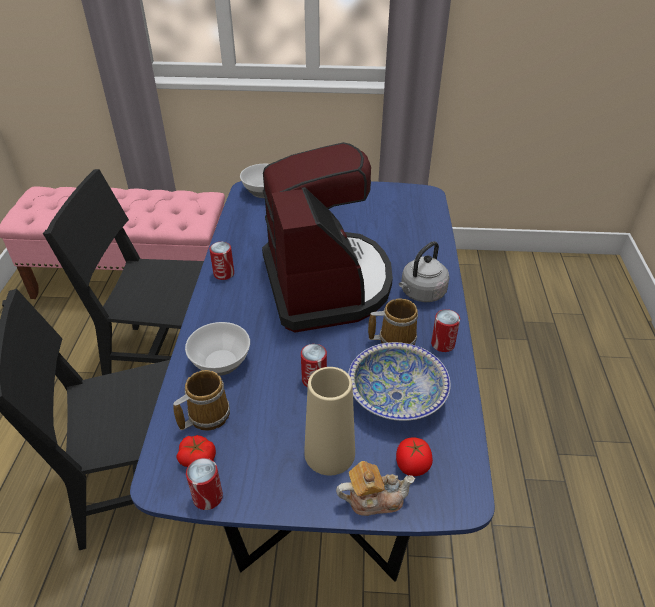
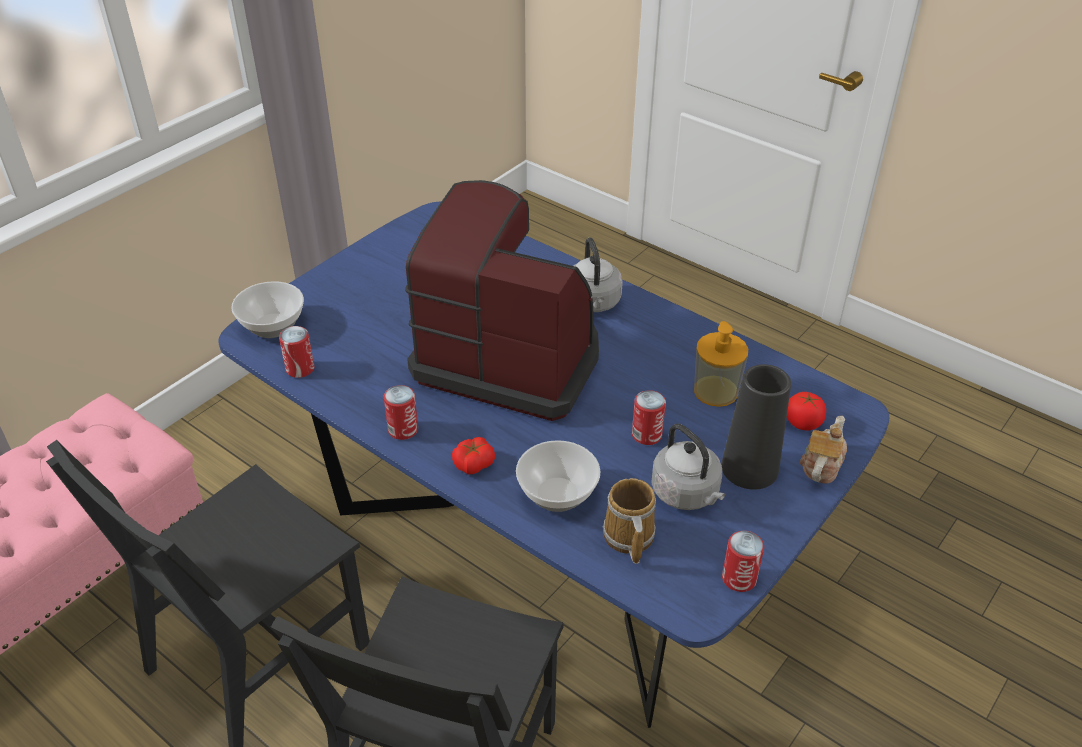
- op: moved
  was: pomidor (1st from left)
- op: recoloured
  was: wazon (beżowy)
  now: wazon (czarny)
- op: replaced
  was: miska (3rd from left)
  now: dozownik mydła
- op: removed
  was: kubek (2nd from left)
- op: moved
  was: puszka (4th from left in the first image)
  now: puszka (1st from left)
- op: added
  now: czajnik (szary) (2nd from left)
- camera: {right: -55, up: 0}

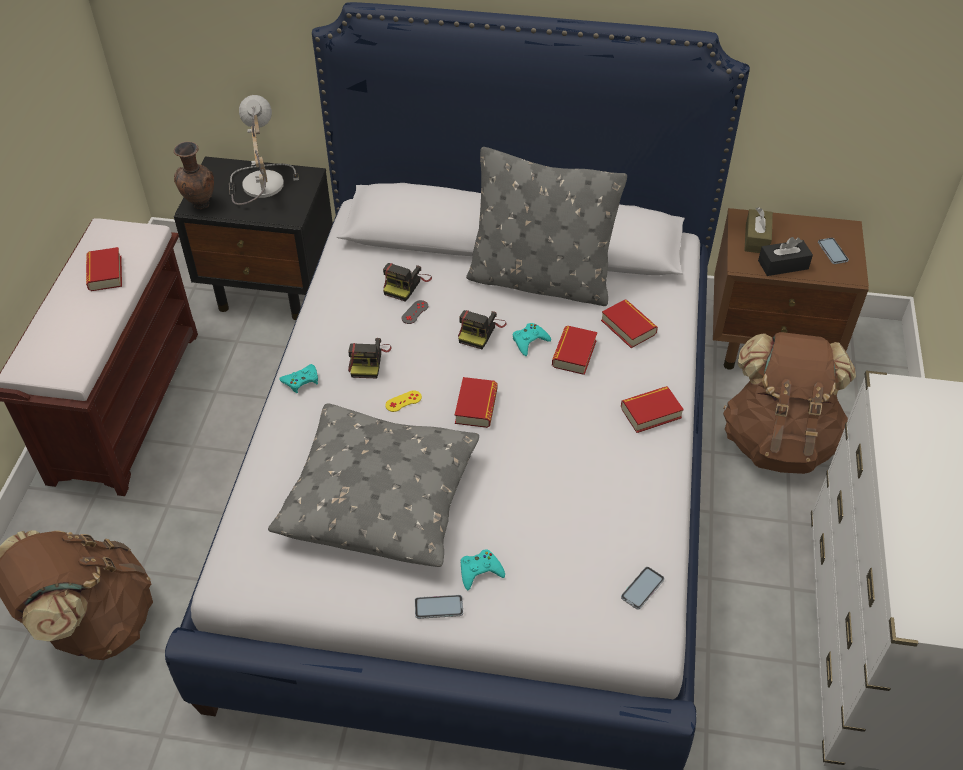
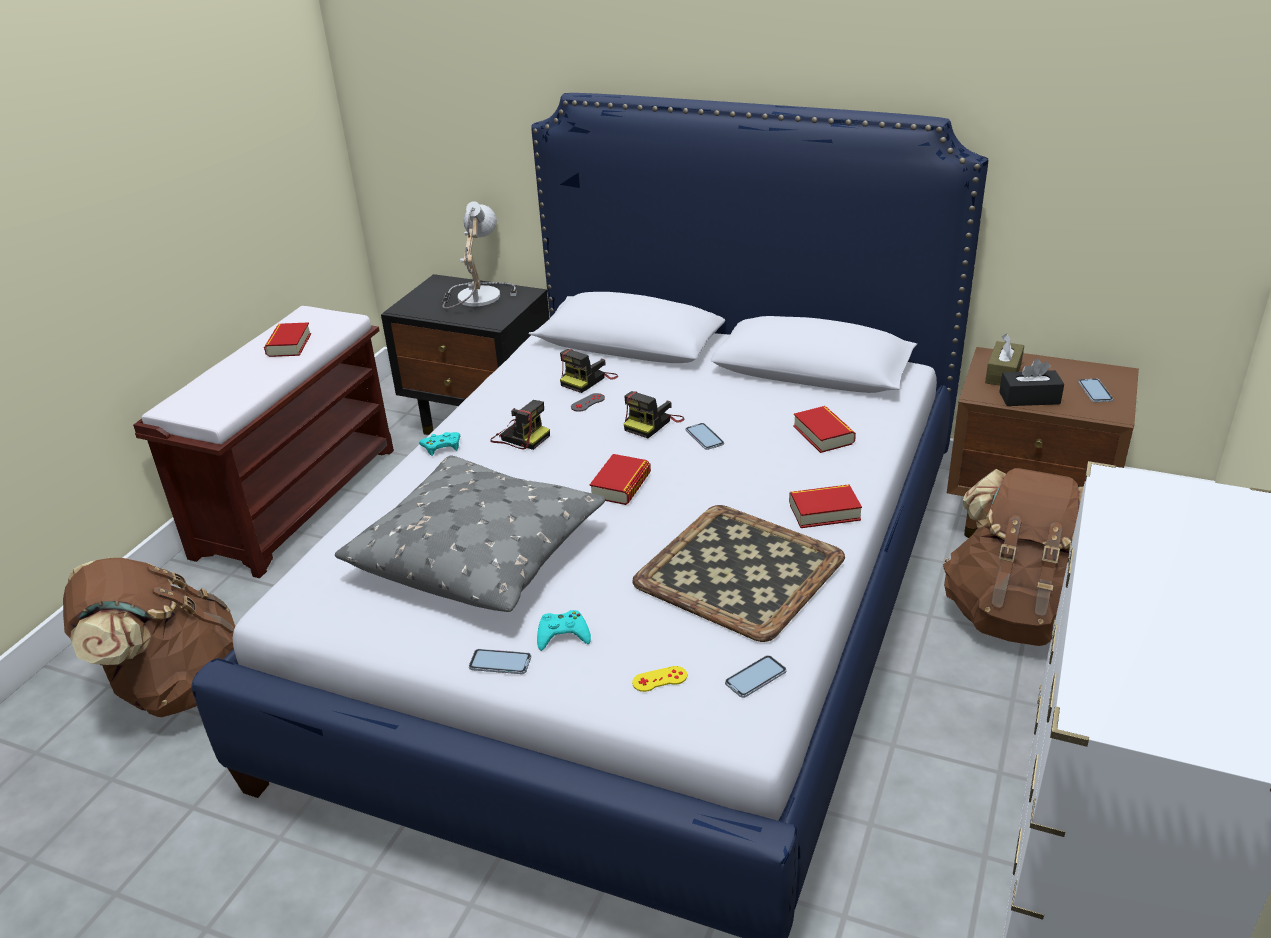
- op: removed
  was: wazon (brązowy)
- op: turned
  was: aparat fotograficzny (1st from left)
  clockwise: -75
- op: moved
  was: pad do gier (żółty)
- op: removed
  was: poduszka (szary) (2nd from left)
- op: replaced
  was: pad do gier (turkusowy) (3rd from left)
  now: telefon (2nd from left)
- op: removed
  was: książka (3rd from left)
- op: added
  now: taca
- camera: {right: 15, up: -15}

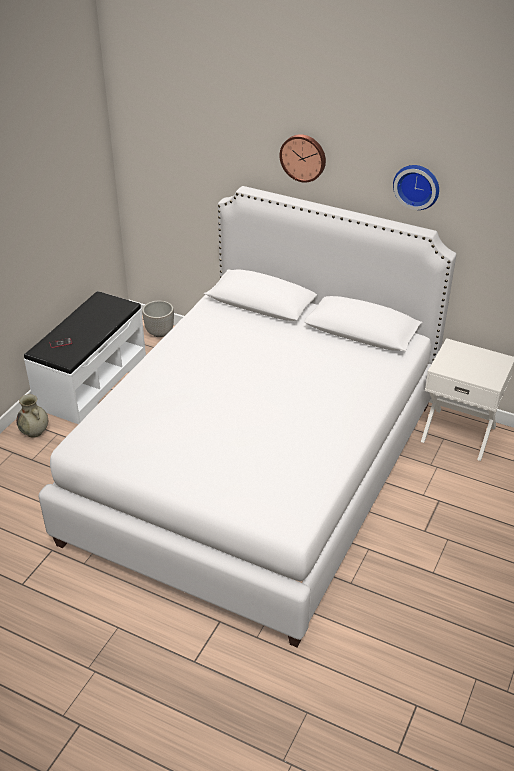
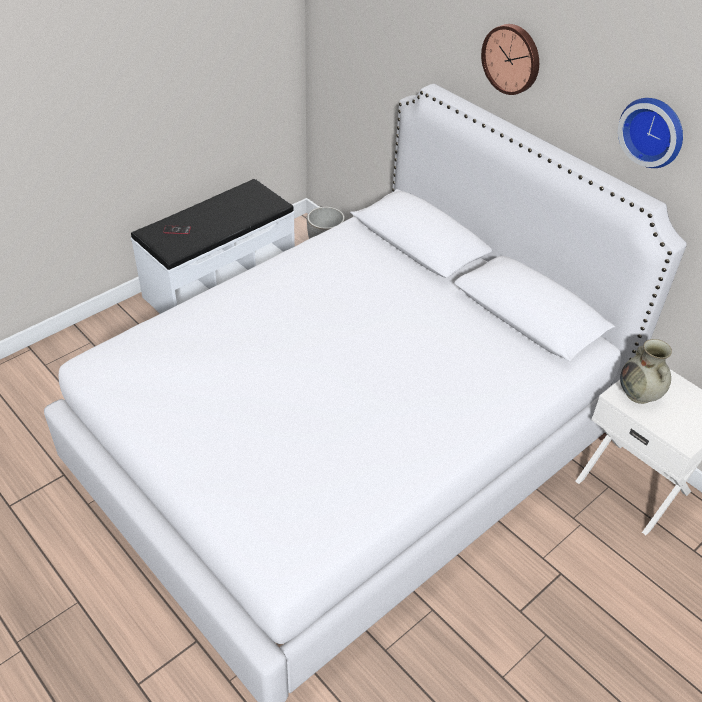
- op: moved
  was: wazon (beżowy)
- camera: {right: 20, up: 5}

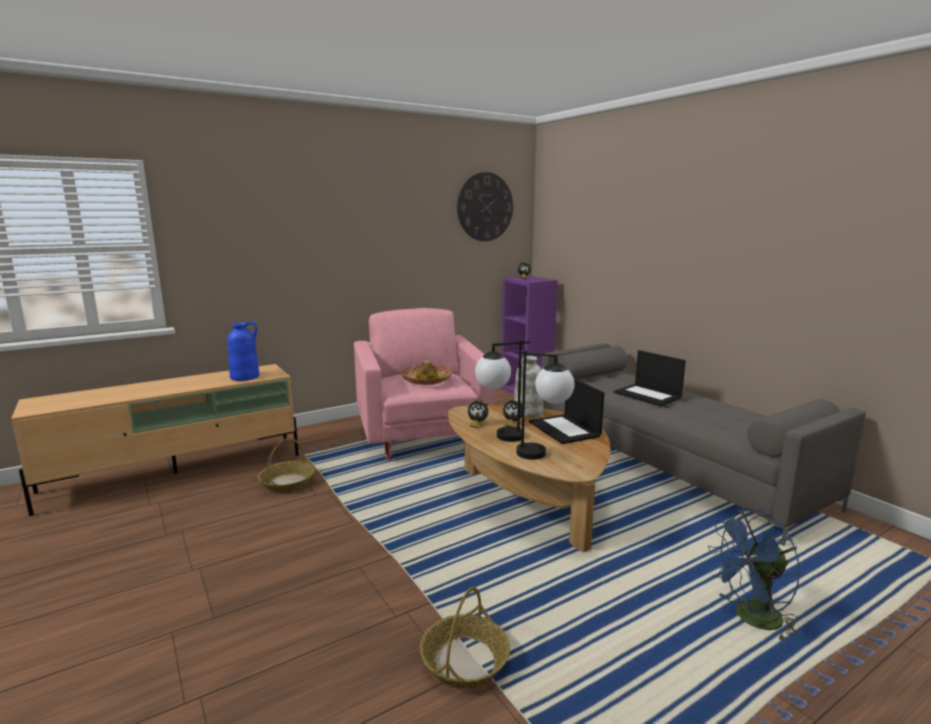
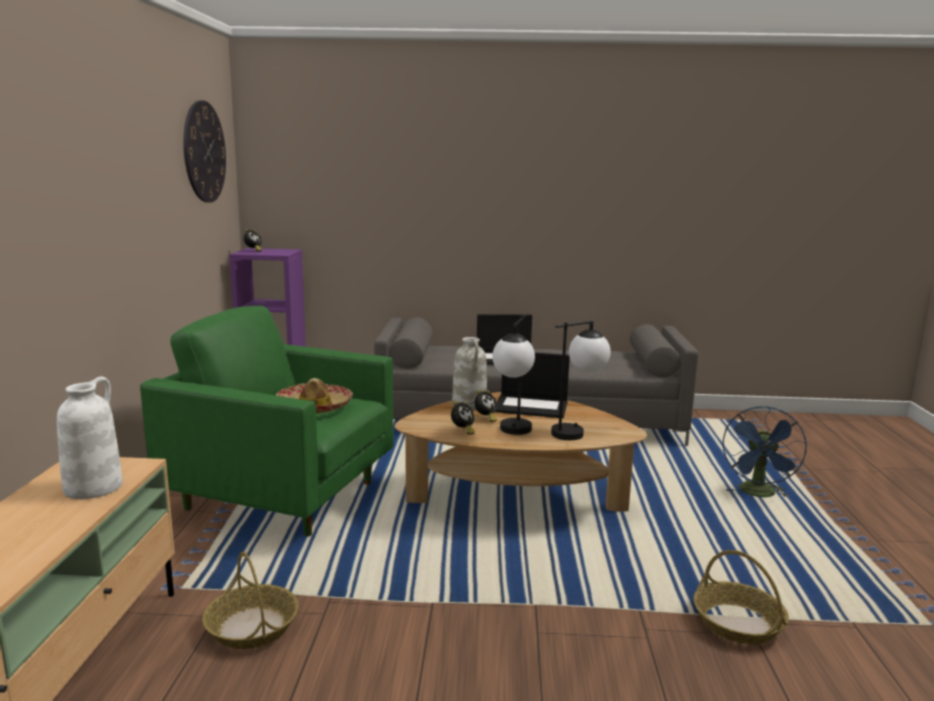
- op: recoloured
  was: wazon (niebieski)
  now: wazon (biały) (1st from left)
- op: recoloured
  was: fotel (różowy)
  now: fotel (zielony)
- camera: {right: -55, up: 0}

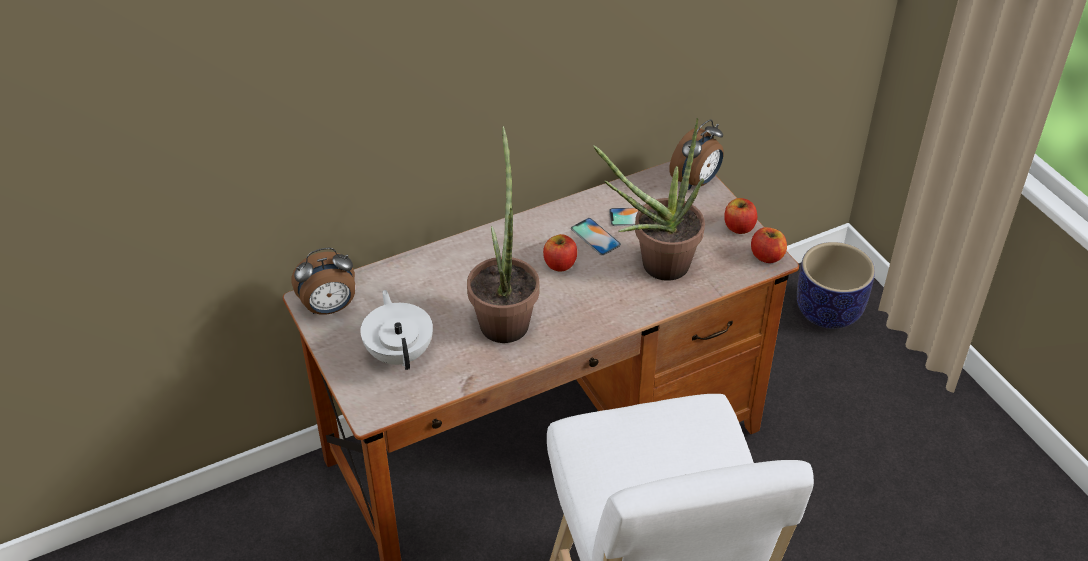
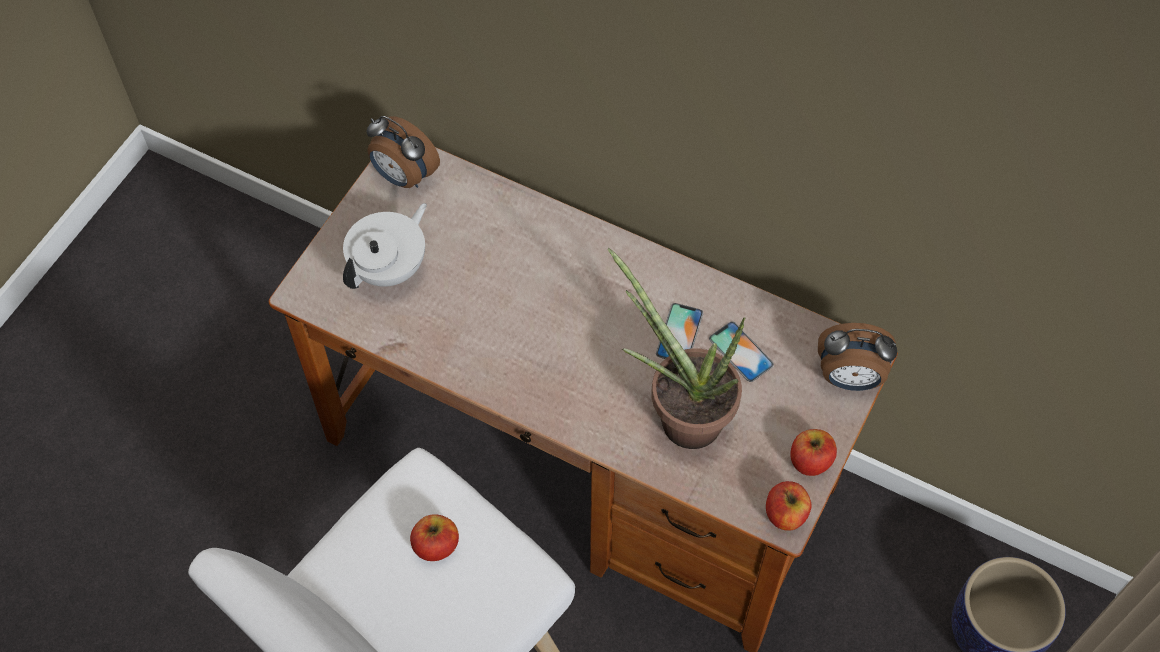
- op: removed
  was: roślina doniczkowa (1st from left)
- op: moved
  was: jabłko (1st from left)
- camera: {right: 55, up: 15}

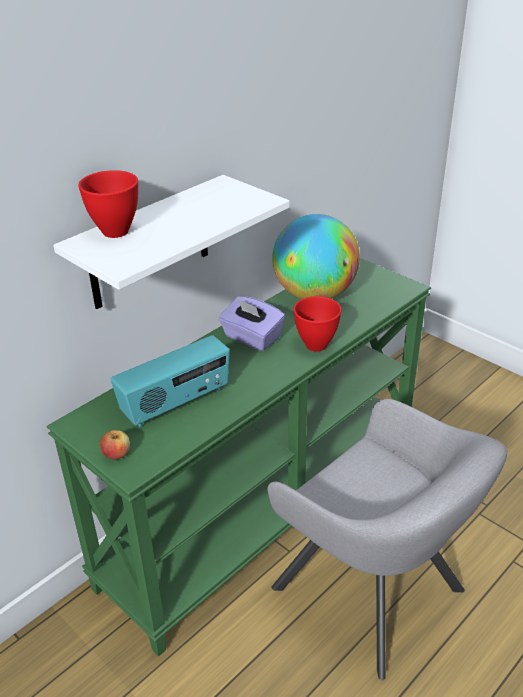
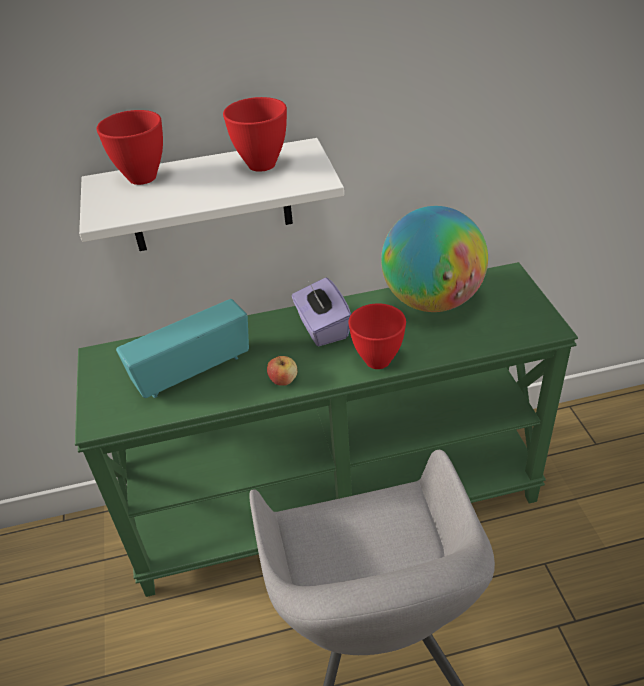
- op: moved
  was: jabłko
- op: turned
  was: radio
  clockwise: 150
- op: added
  now: miska (czerwony) (2nd from left)
- camera: {right: 35, up: 5}

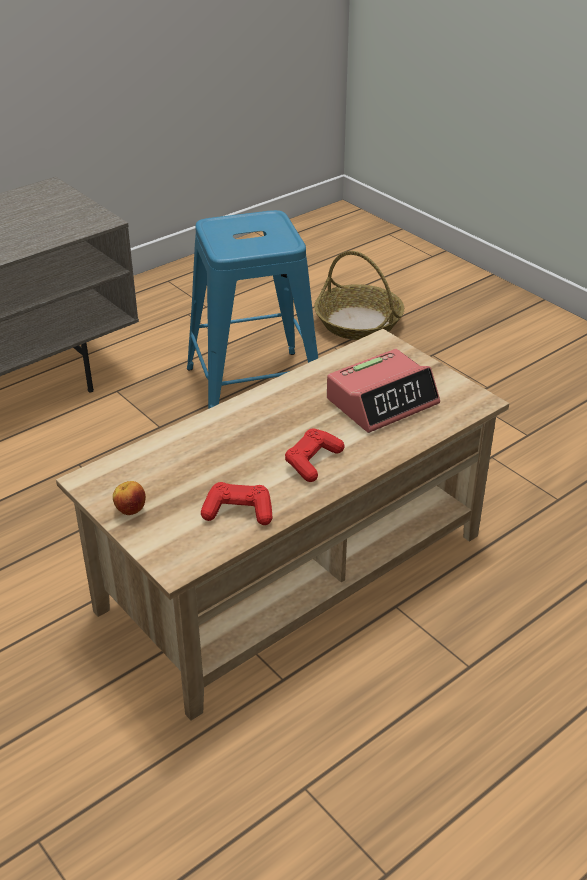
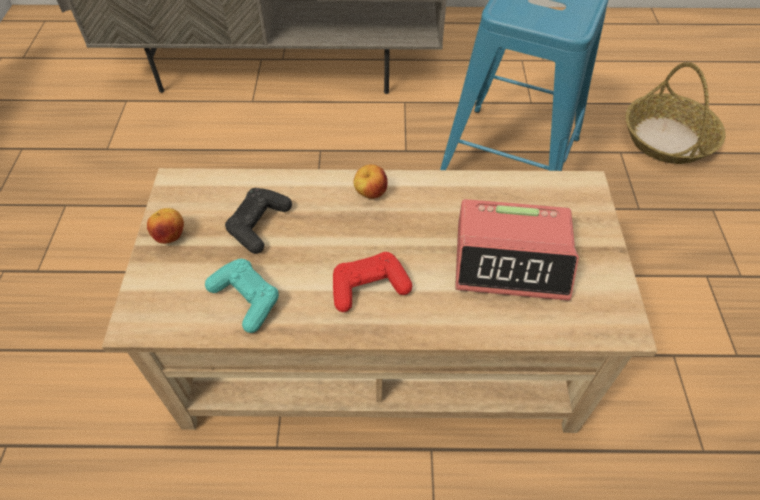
- op: recoloured
  was: pad do gier (czerwony) (1st from left)
  now: pad do gier (turkusowy)
- op: added
  now: pad do gier (czarny)
- op: added
  now: jabłko (2nd from left)
- camera: {right: 40, up: 15}

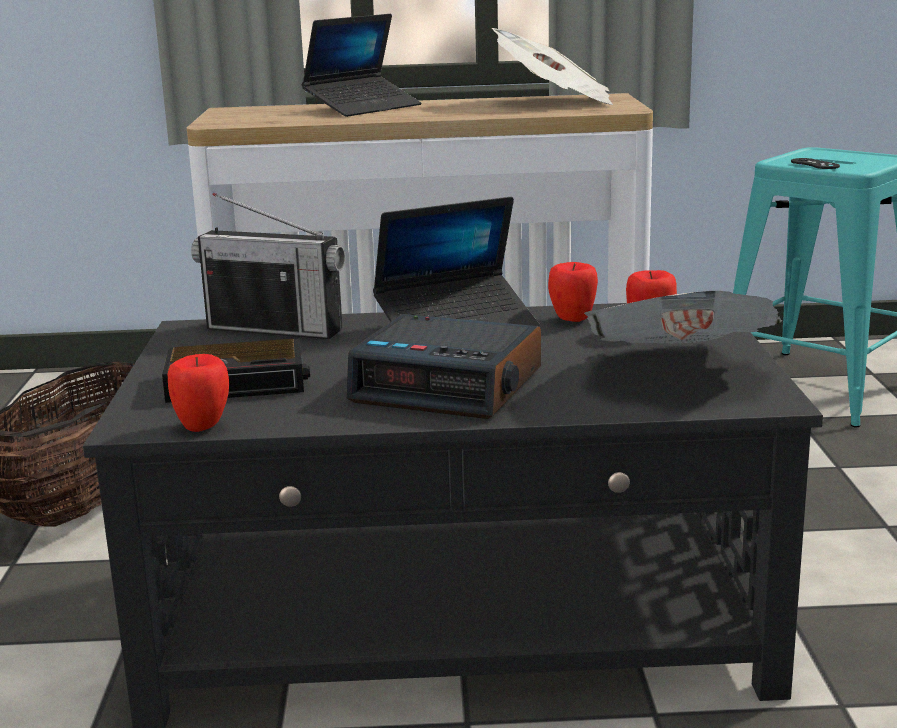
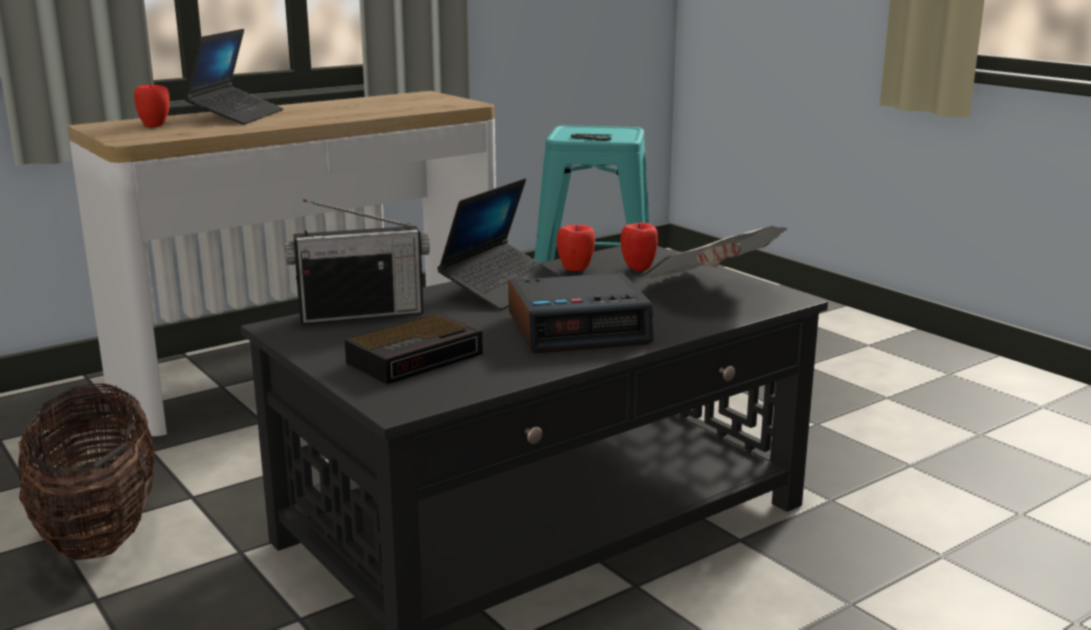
- op: moved
  was: jabłko (1st from left)
- op: removed
  was: gazeta (1st from left)
- camera: {right: -35, up: 0}

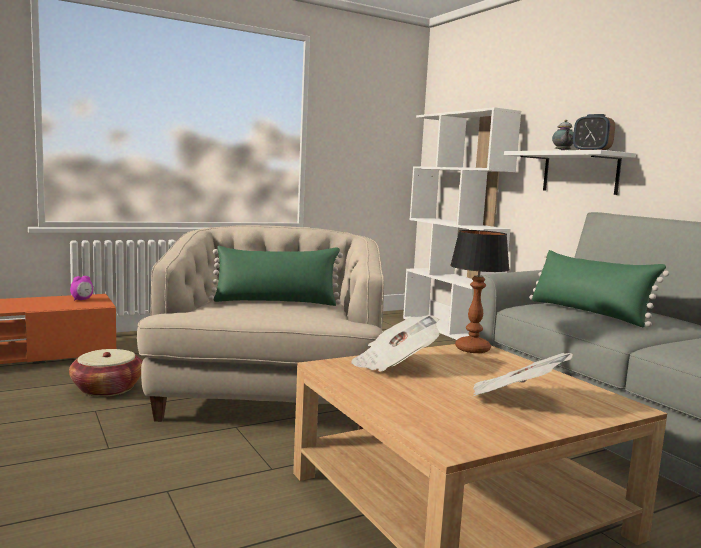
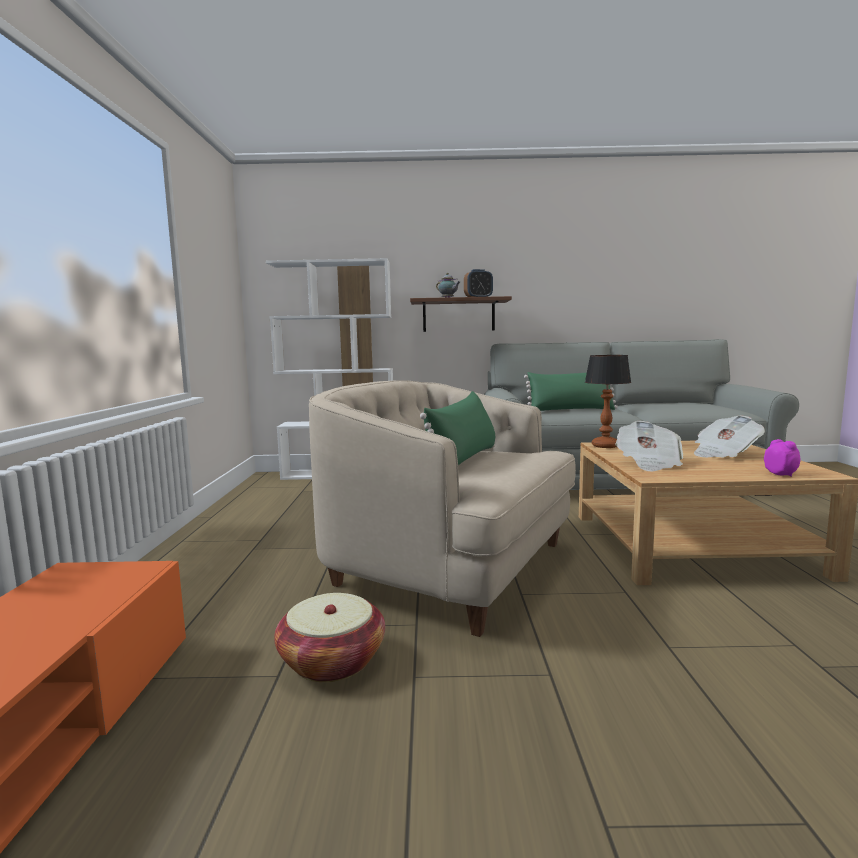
- op: moved
  was: budzik (1st from left in the first image)
  now: budzik (2nd from left)
- op: recoloured
  was: półka (biały)
  now: półka (brązowy)
- camera: {right: -60, up: 0}

